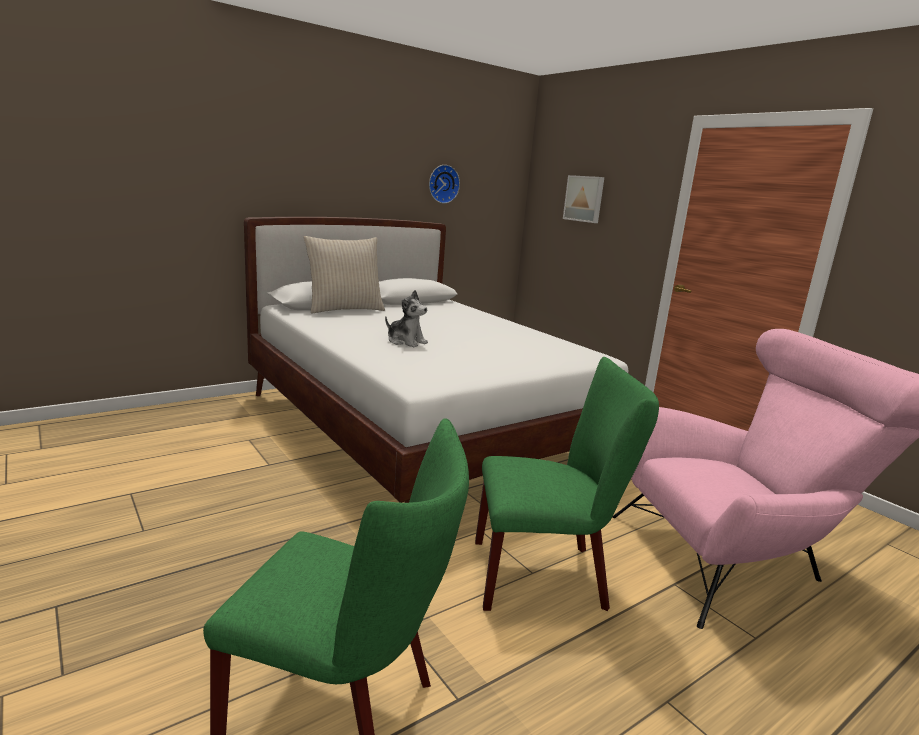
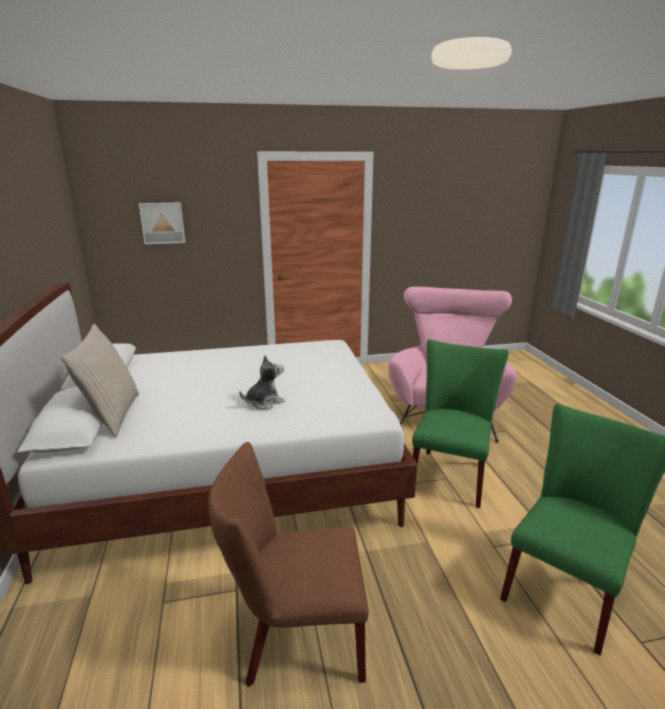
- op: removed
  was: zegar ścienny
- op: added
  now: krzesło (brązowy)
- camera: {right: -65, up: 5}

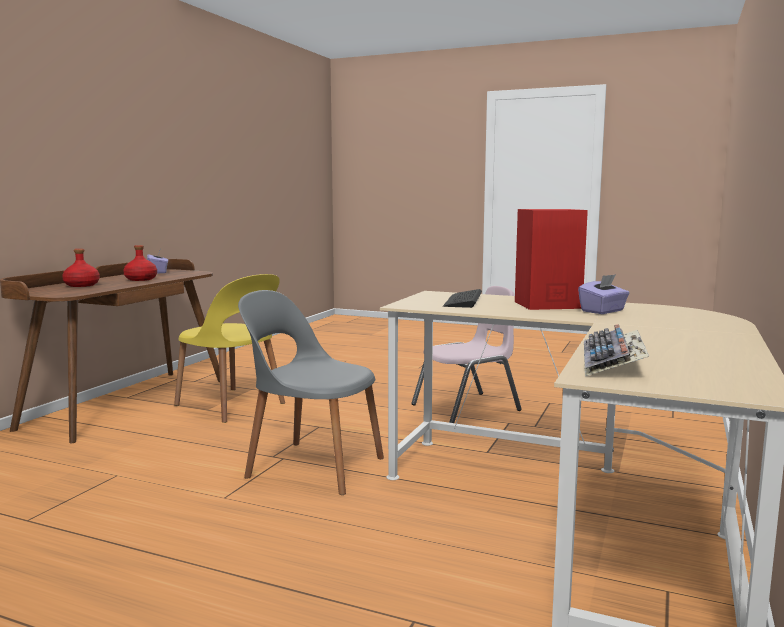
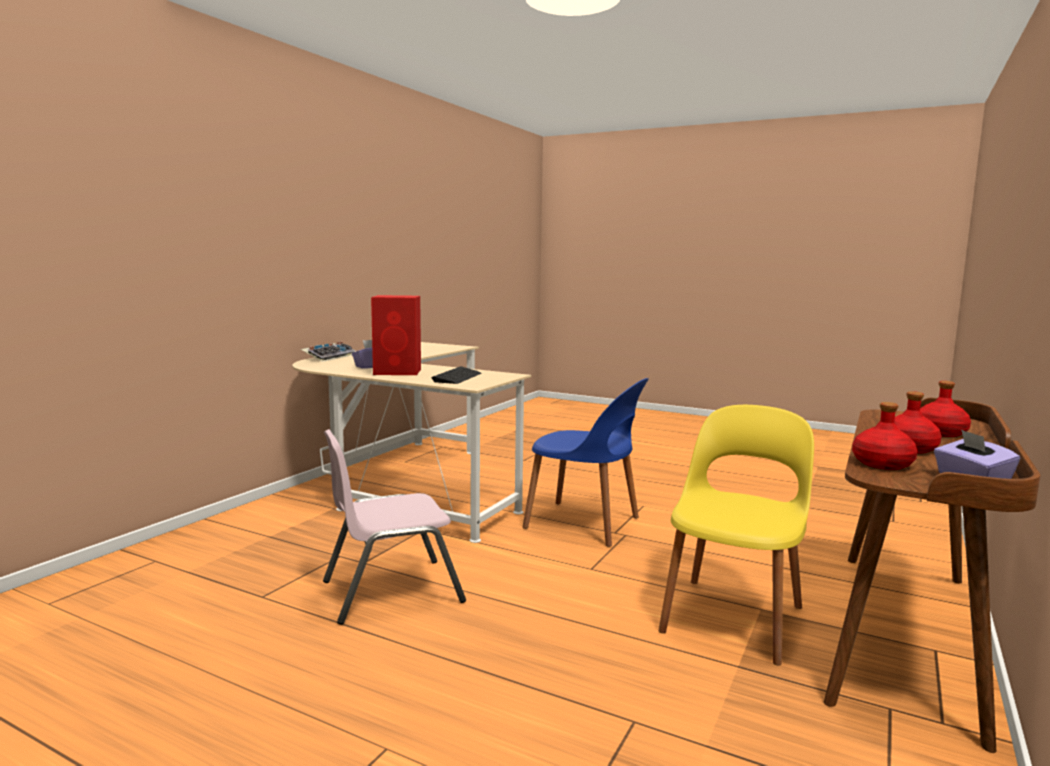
- op: turned
  was: krzesło (żółty)
  clockwise: 75
- op: recoloured
  was: krzesło (szary)
  now: krzesło (niebieski)
- op: moved
  was: klawiatura (2nd from left in the first image)
  now: klawiatura (1st from left)
- op: added
  now: butelka (czerwony) (1st from left)
- camera: {right: -175, up: 0}

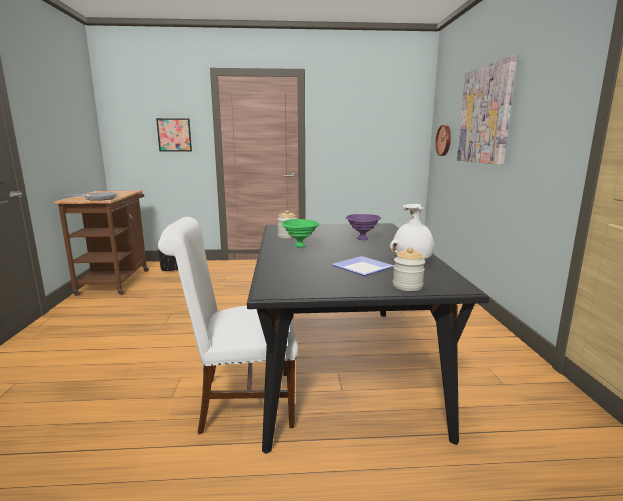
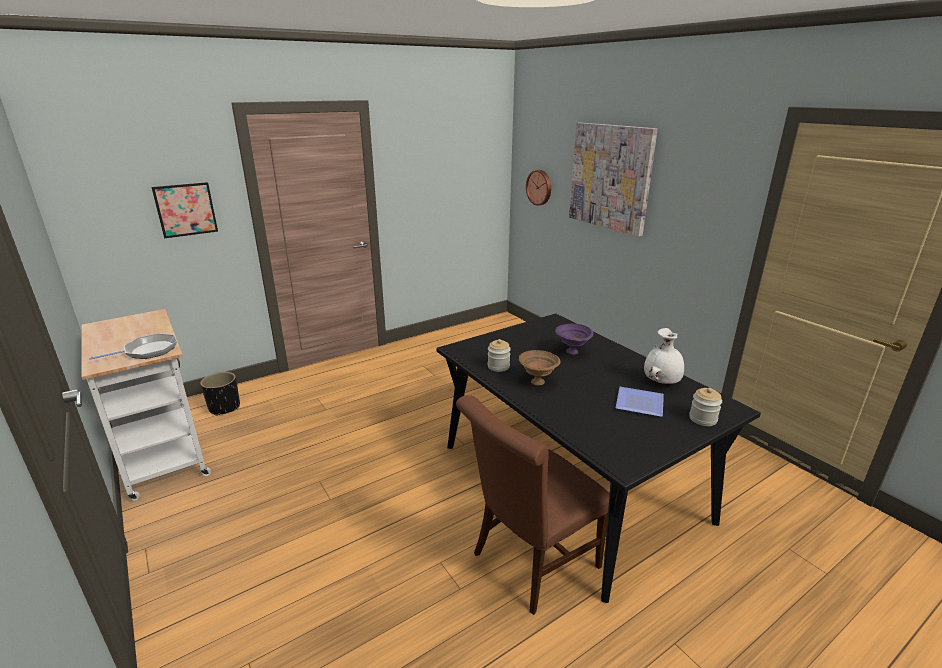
- op: recoloured
  was: wózek (brązowy)
  now: wózek (biały)
- op: recoloured
  was: krzesło (biały)
  now: krzesło (brązowy)
- op: recoloured
  was: miska (zielony)
  now: miska (brązowy)
- camera: {right: -30, up: 10}

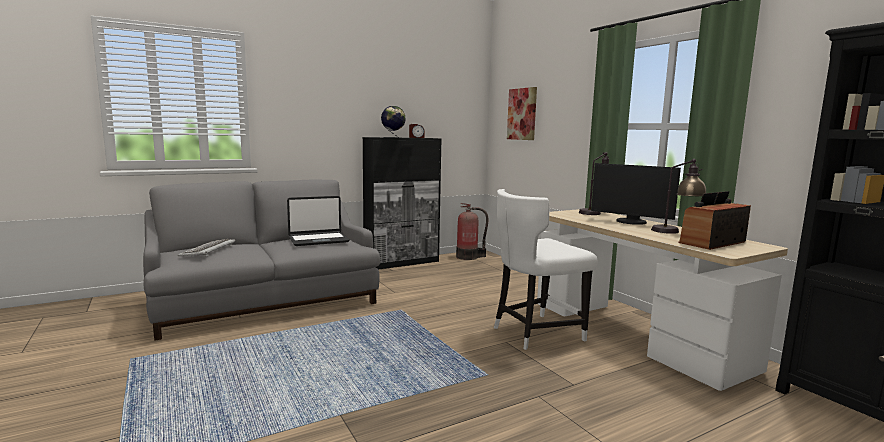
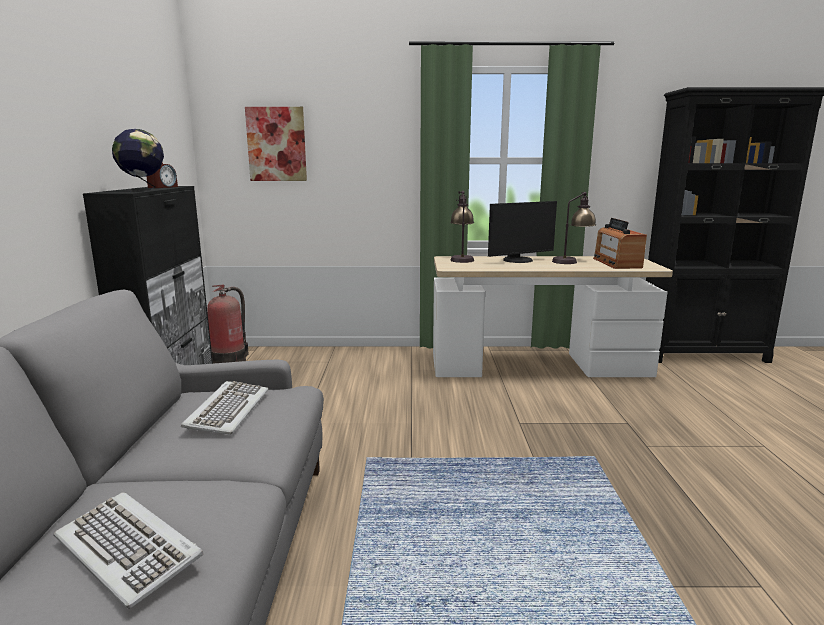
- op: replaced
  was: laptop
  now: klawiatura (2nd from left)
- op: removed
  was: krzesło (biały)
- camera: {right: -60, up: 5}

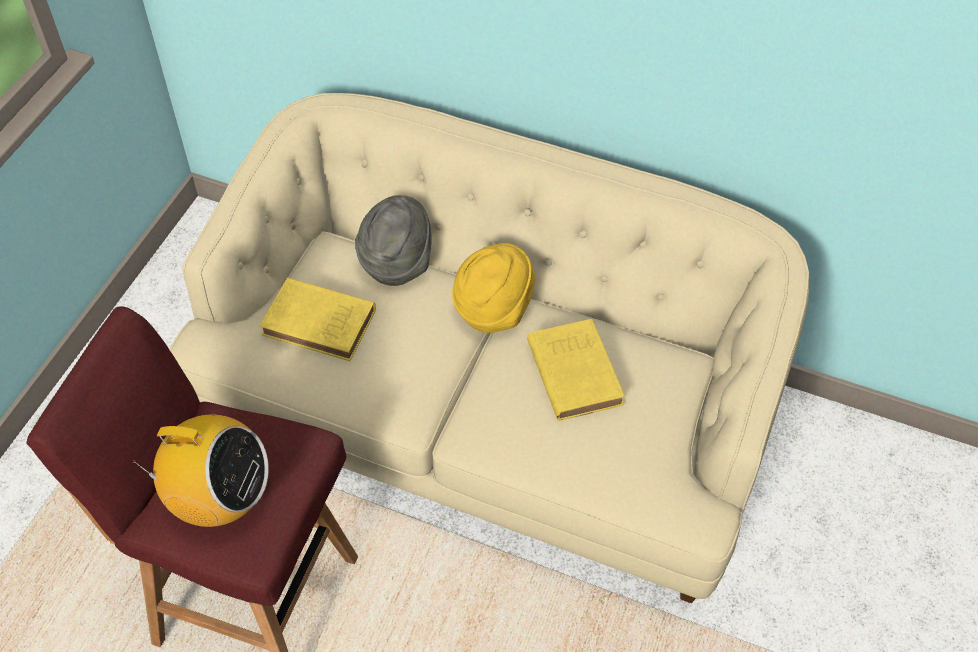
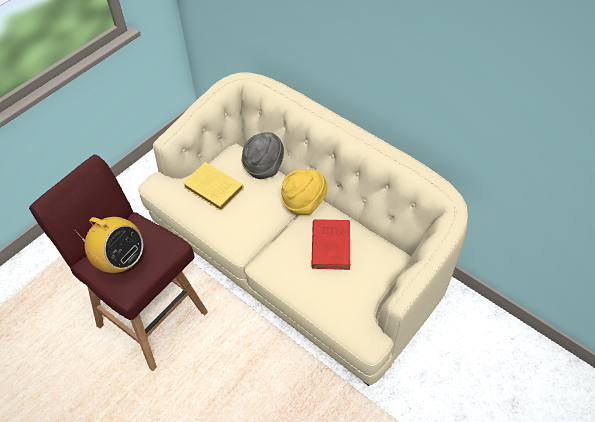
- op: recoloured
  was: książka (żółty) (2nd from left)
  now: książka (czerwony)
- camera: {right: 20, up: 0}

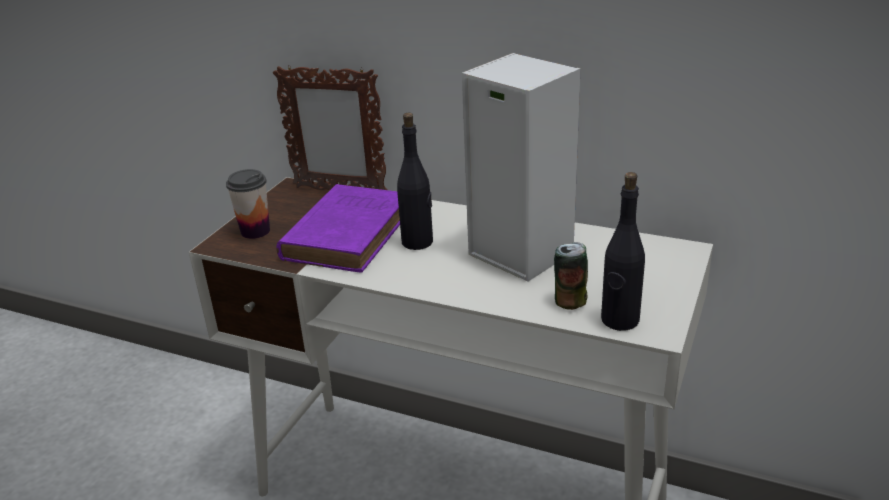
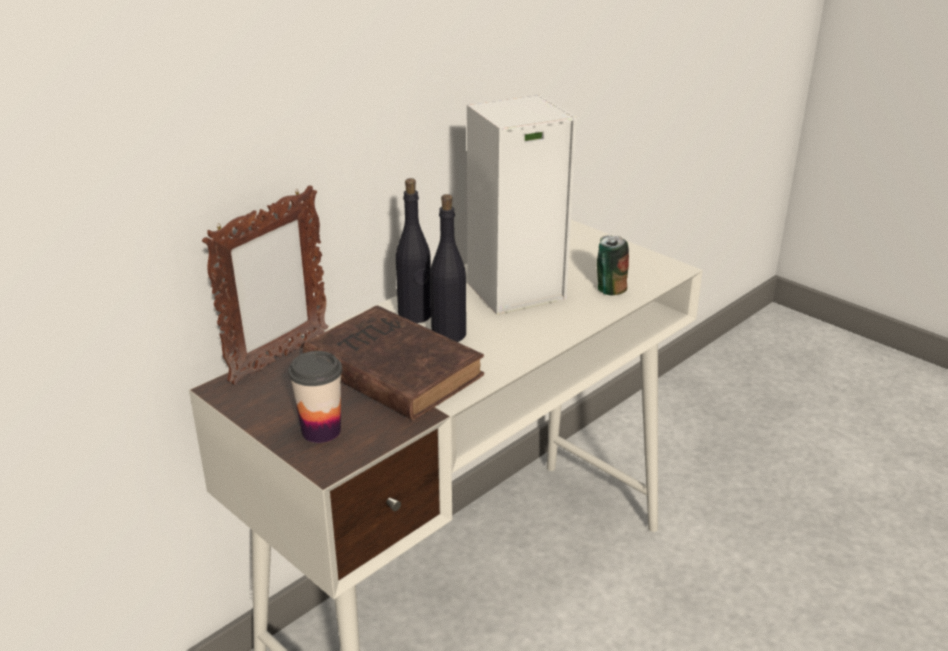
- op: recoloured
  was: książka (fioletowy)
  now: książka (brązowy)
- op: moved
  was: butelka (czarny) (2nd from left in the first image)
  now: butelka (czarny) (1st from left)
- camera: {right: -70, up: 0}

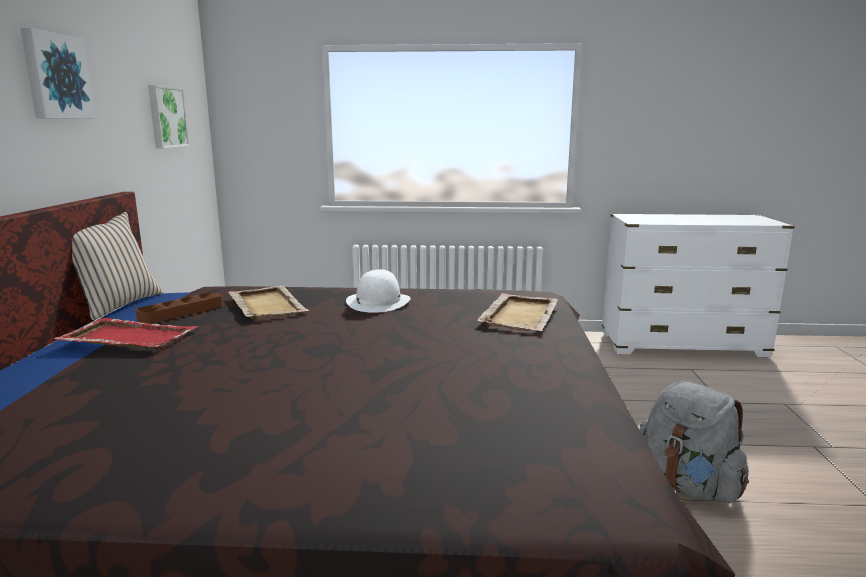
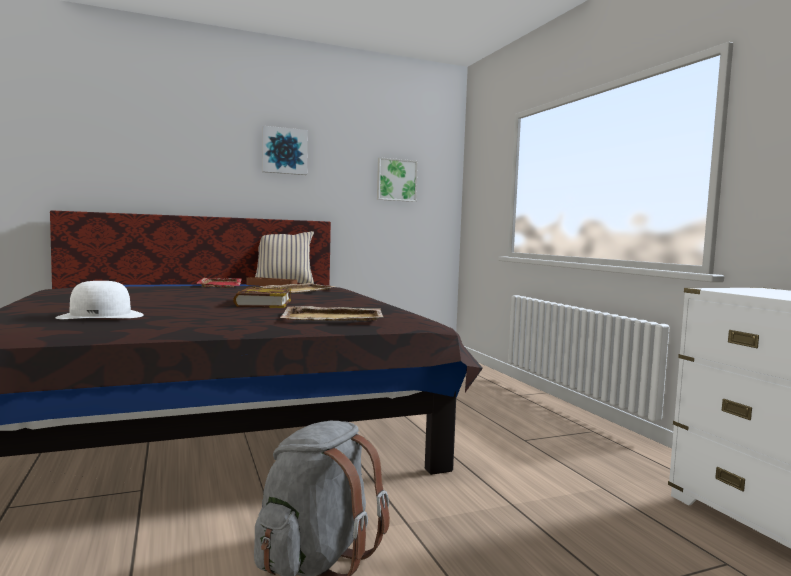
- op: moved
  was: kapelusz (biały)
- op: added
  now: książka
- camera: {right: 65, up: -10}

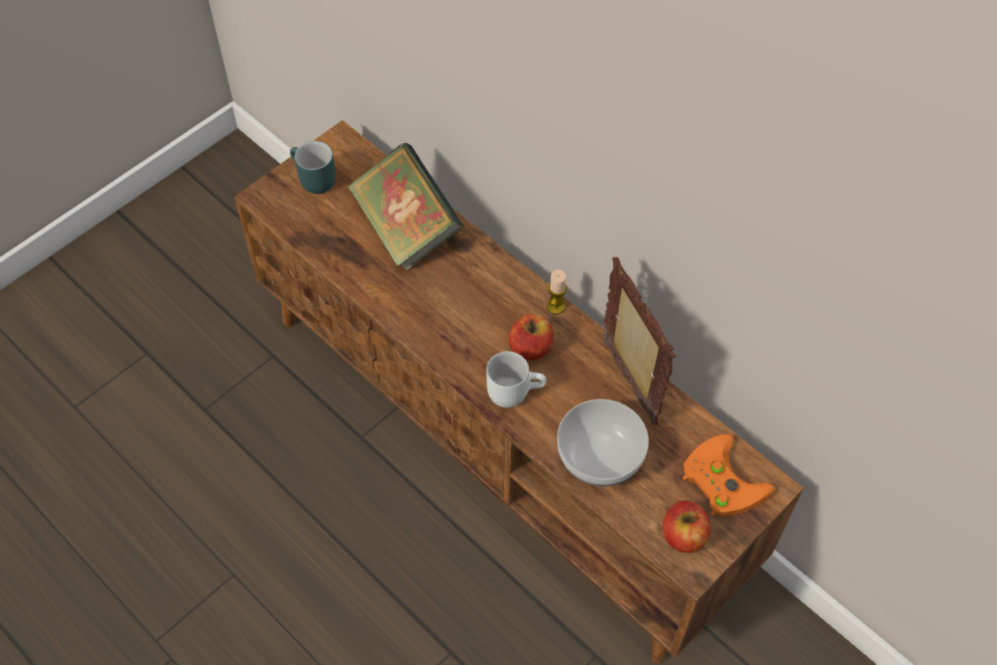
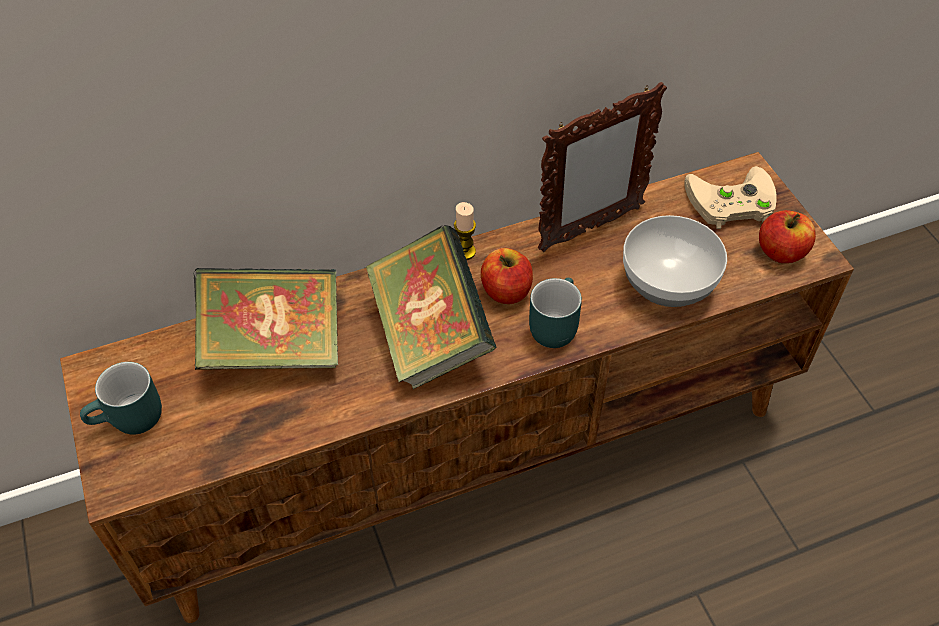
- op: recoloured
  was: kubek (biały)
  now: kubek (turkusowy) (2nd from left)
- op: turned
  was: ramka na zdjęcie
  clockwise: 150
- op: recoloured
  was: pad do gier (pomarańczowy)
  now: pad do gier (beżowy)
- op: added
  now: książka (2nd from left)
- camera: {right: -65, up: -5}

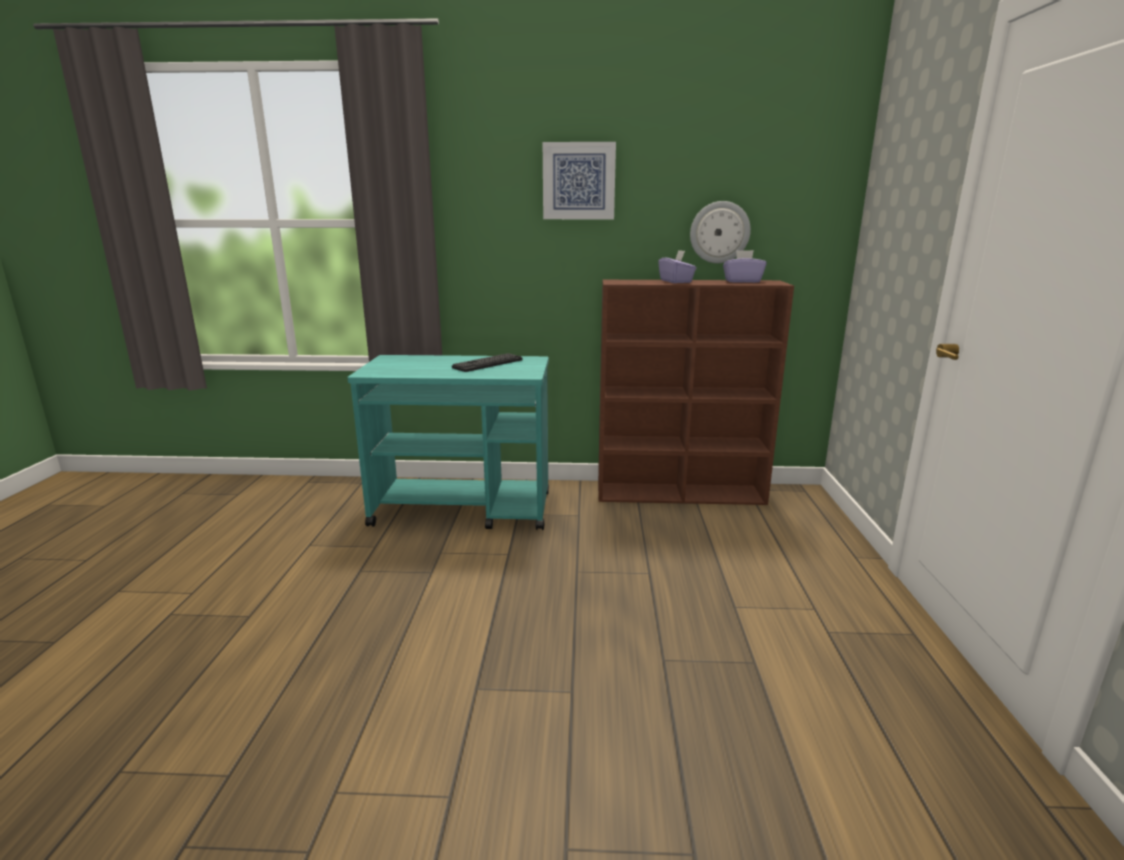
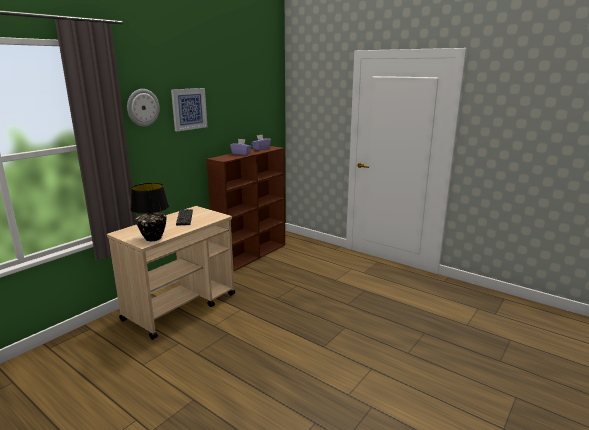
- op: recoloured
  was: wózek (turkusowy)
  now: wózek (beżowy)
- op: moved
  was: zegar ścienny
- op: added
  now: lampa stołowa (czarny)
- camera: {right: -55, up: 0}

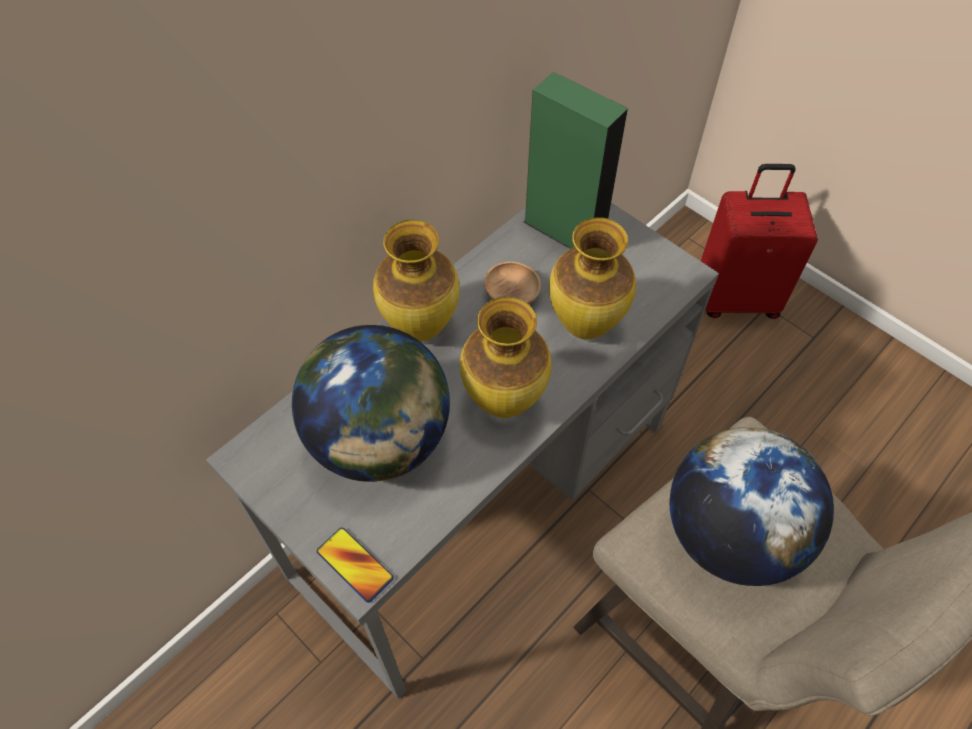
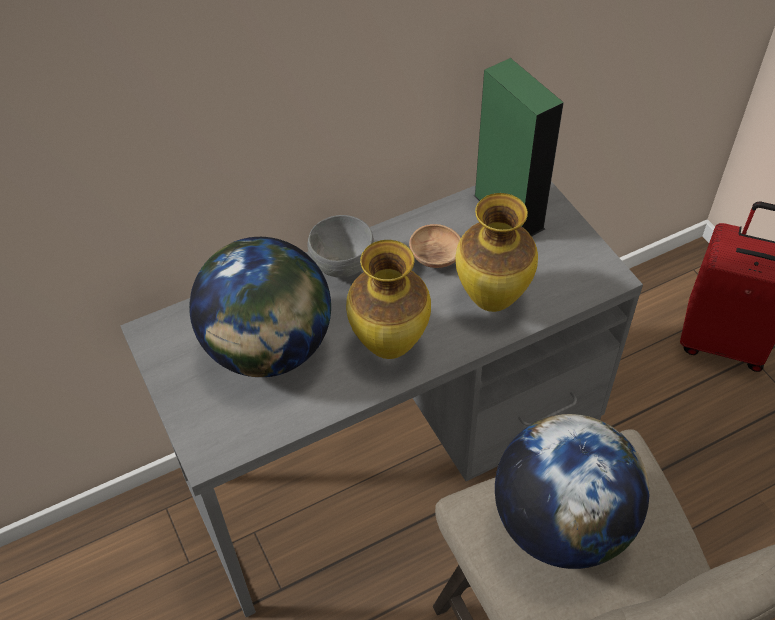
- op: removed
  was: telefon
- op: replaced
  was: wazon (1st from left)
  now: miska (szary)
- camera: {right: 20, up: -5}

